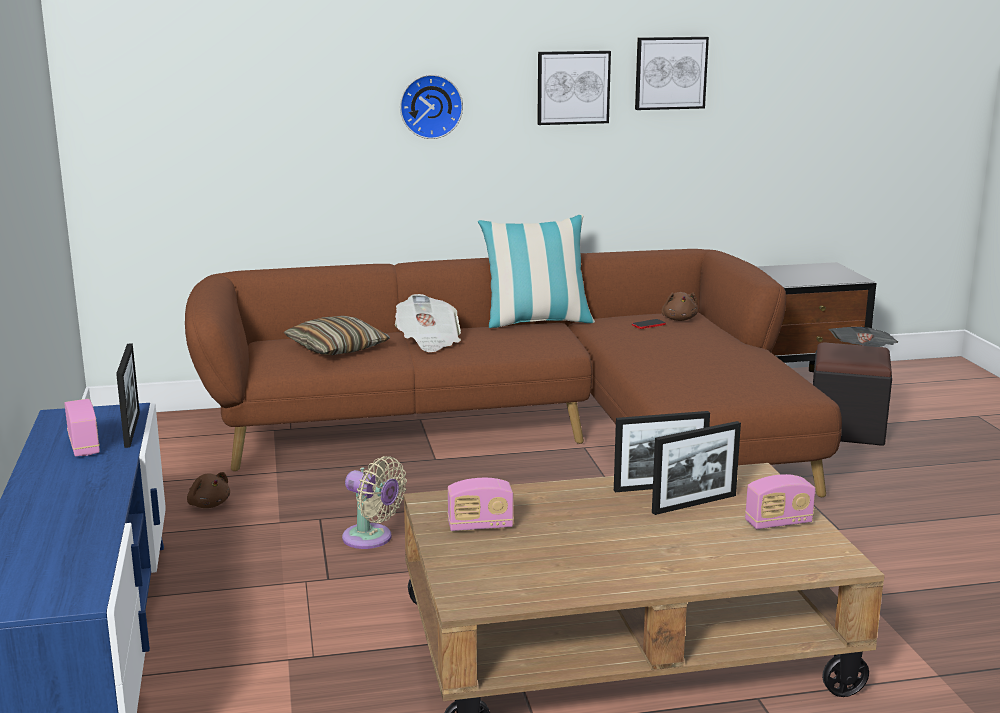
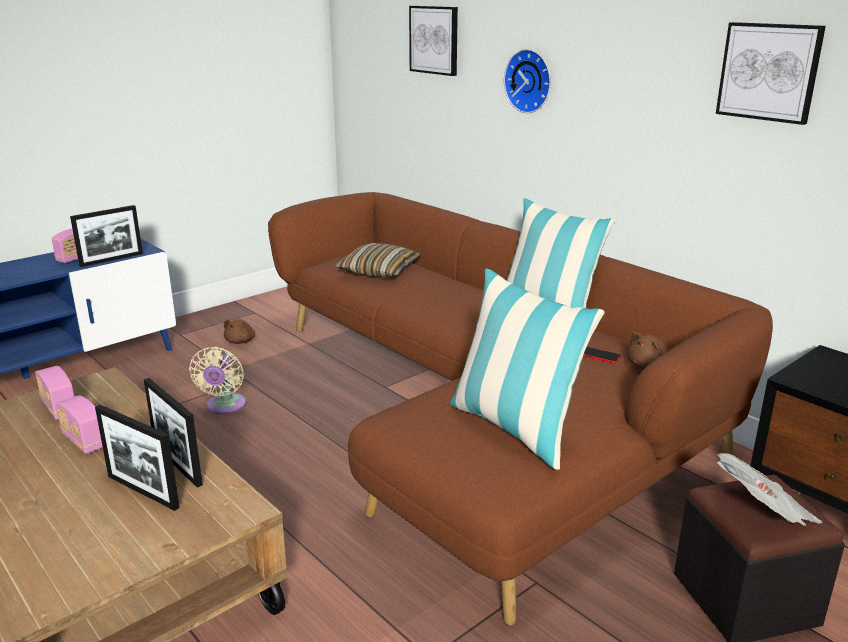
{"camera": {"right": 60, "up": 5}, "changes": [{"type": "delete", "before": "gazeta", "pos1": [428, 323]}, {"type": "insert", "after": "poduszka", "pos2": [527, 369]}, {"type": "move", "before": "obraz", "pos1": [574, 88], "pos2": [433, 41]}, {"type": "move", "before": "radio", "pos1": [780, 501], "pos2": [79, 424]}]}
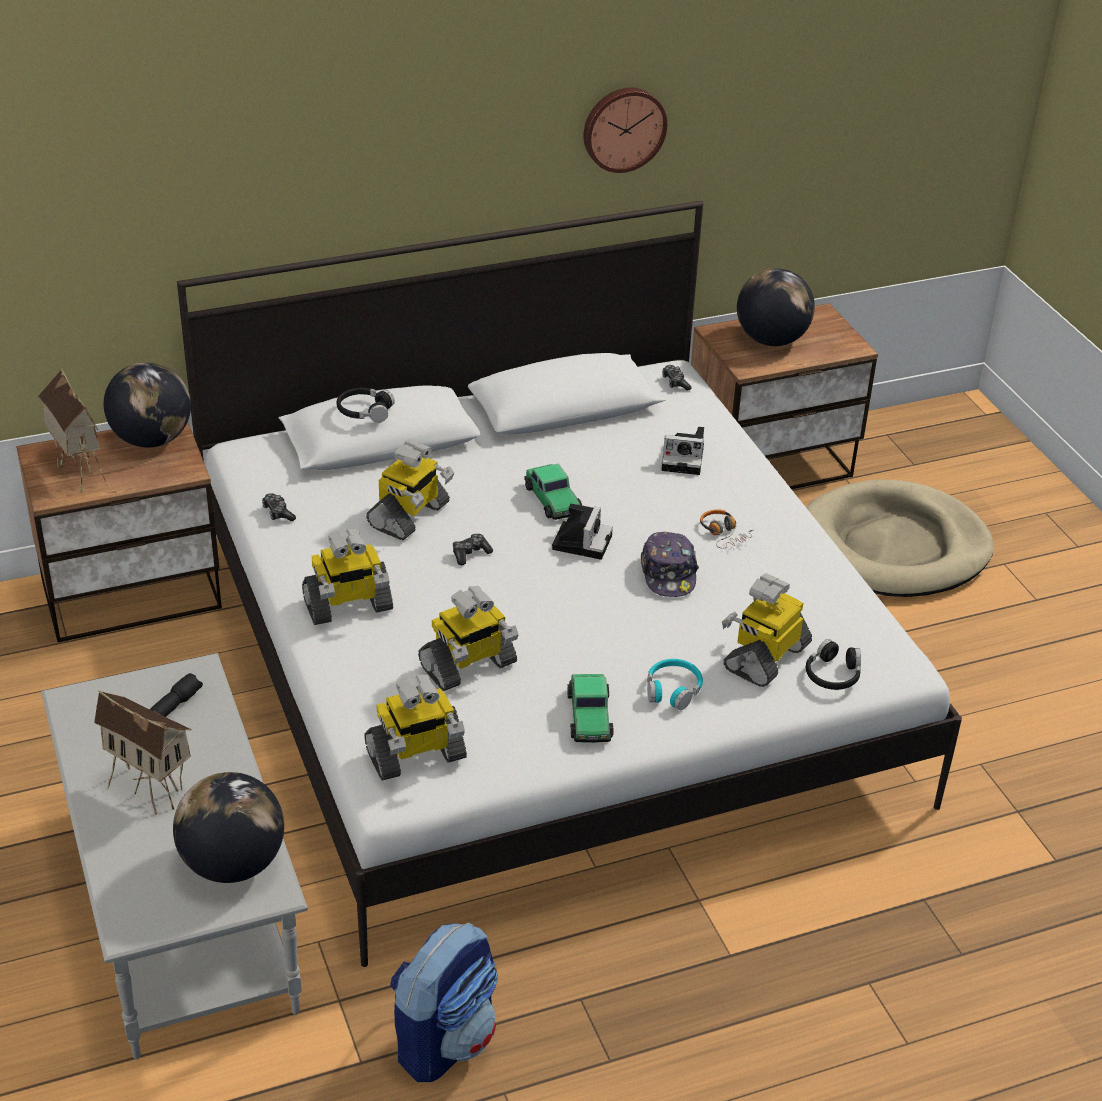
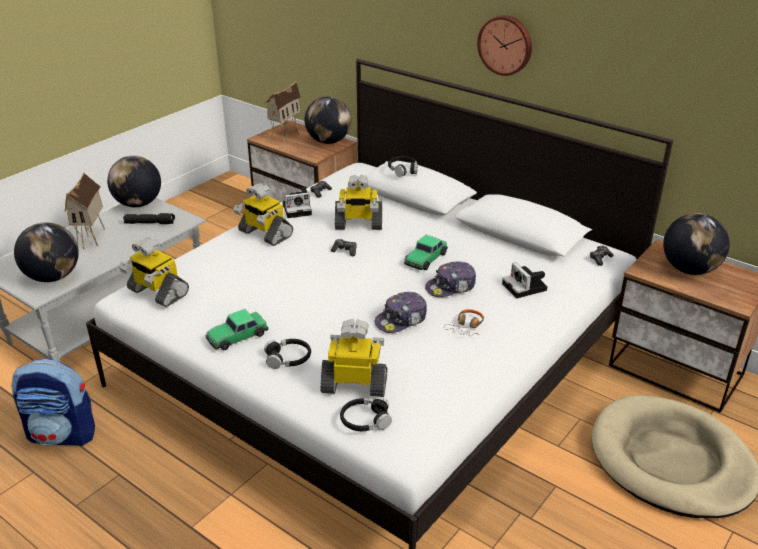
{"camera": {"right": 60, "up": -5}, "changes": [{"type": "delete", "before": "robot zabawkowy", "pos1": [468, 638]}, {"type": "insert", "after": "globus", "pos2": [134, 181]}, {"type": "insert", "after": "czapka z daszkiem", "pos2": [450, 279]}, {"type": "move", "before": "aparat fotograficzny", "pos1": [582, 532], "pos2": [297, 202]}, {"type": "move", "before": "zegar ścienny", "pos1": [625, 130], "pos2": [504, 45]}, {"type": "recolor", "before": "słuchawki [turkusowy]", "after": "słuchawki [czarny]", "pos1": [675, 684], "pos2": [287, 354]}]}
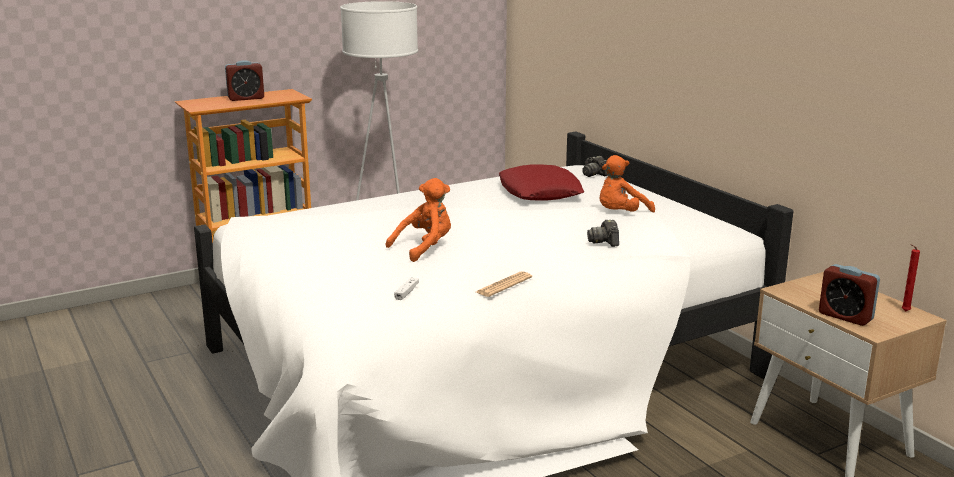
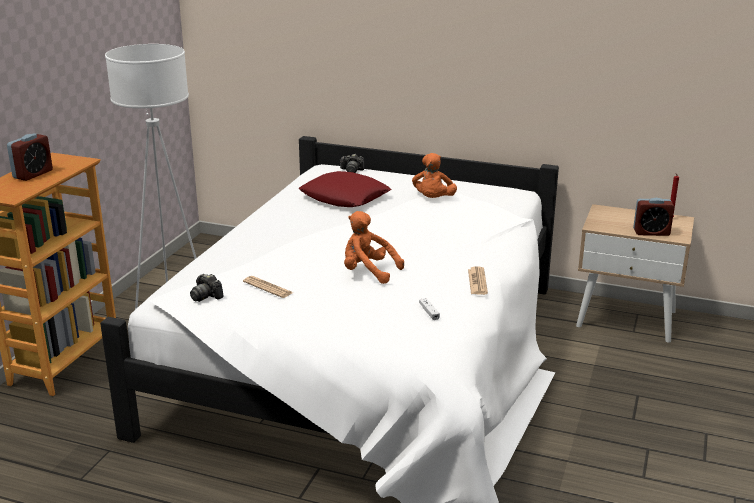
{"camera": {"right": -40, "up": 5}, "changes": [{"type": "insert", "after": "gazeta", "pos2": [268, 287]}, {"type": "move", "before": "aparat fotograficzny", "pos1": [603, 233], "pos2": [207, 288]}, {"type": "rotate", "before": "pluszak [pomarańczowy]", "pos1": [418, 220], "pos2": [374, 247], "turn": -75}]}
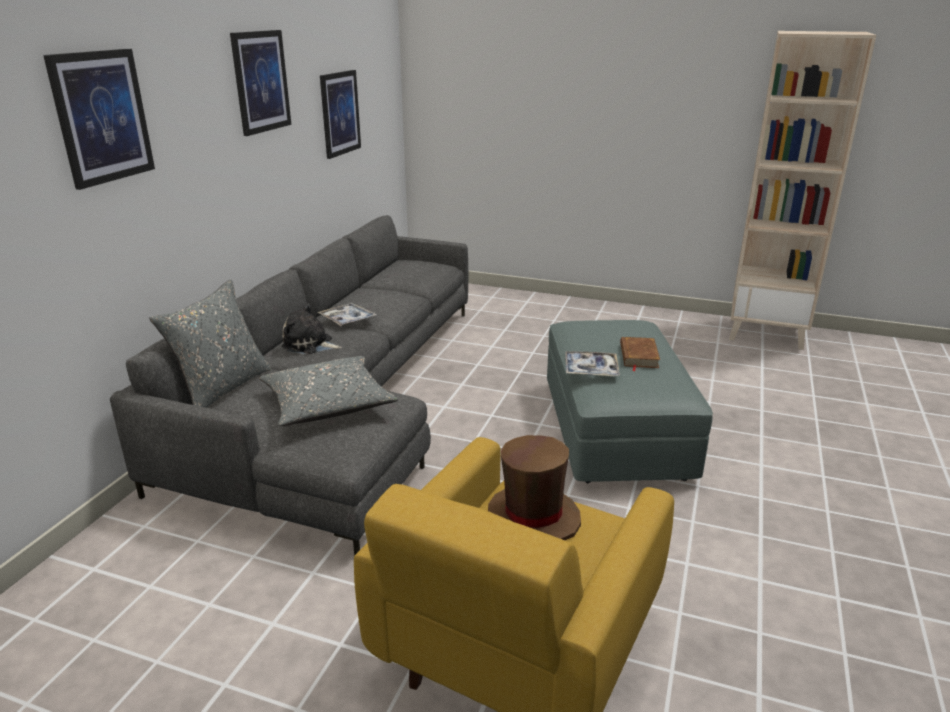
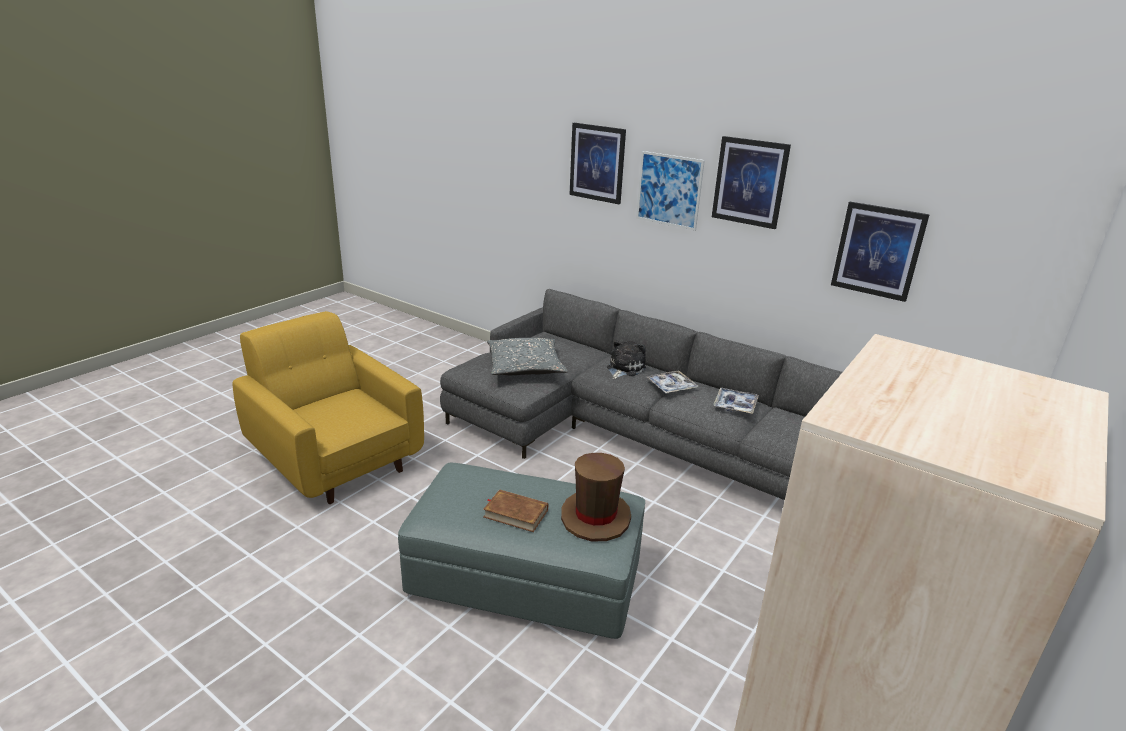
{"camera": {"right": 105, "up": 0}, "changes": [{"type": "delete", "before": "poduszka [szary]", "pos1": [210, 343]}, {"type": "insert", "after": "obraz", "pos2": [670, 191]}, {"type": "move", "before": "kapelusz [brązowy]", "pos1": [534, 487], "pos2": [596, 497]}, {"type": "move", "before": "taca", "pos1": [592, 363], "pos2": [736, 401]}]}
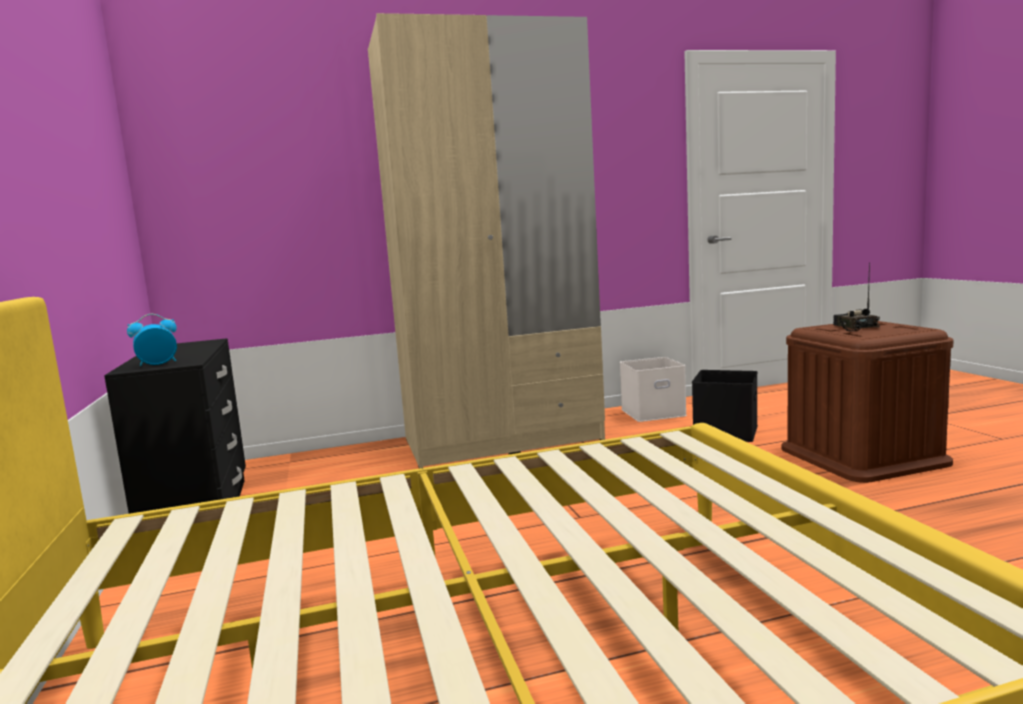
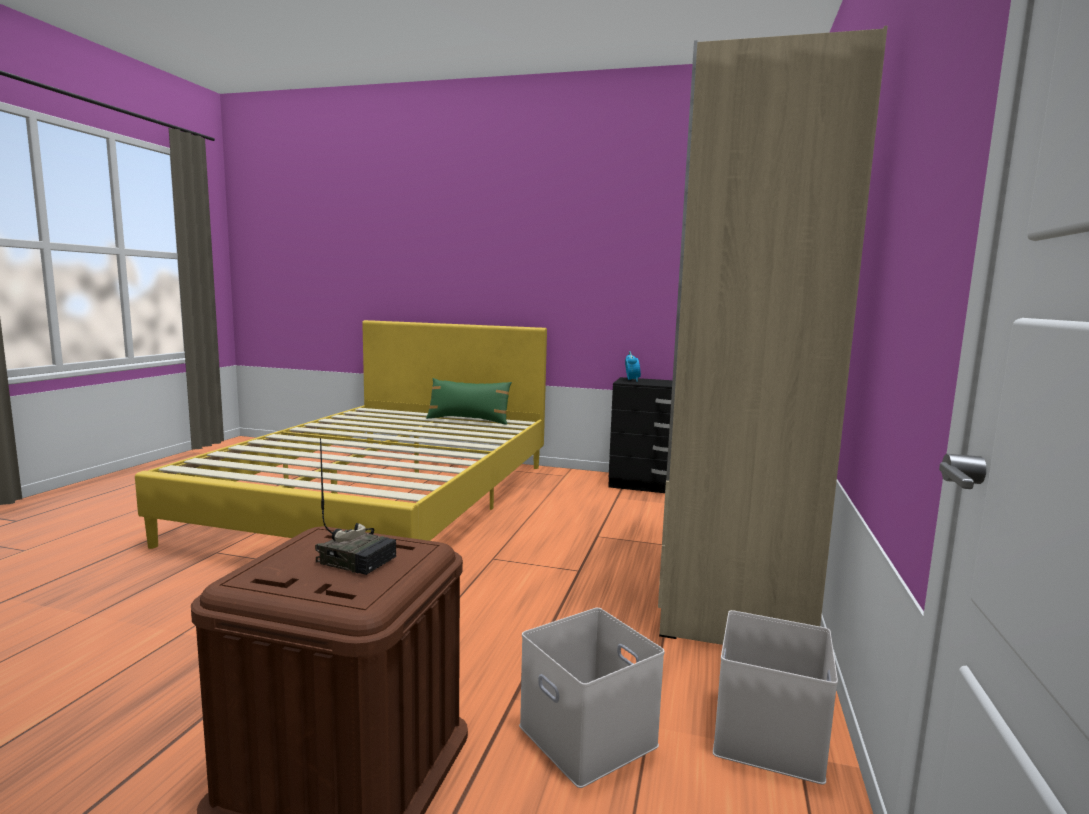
{"camera": {"right": 120, "up": 0}, "changes": [{"type": "insert", "after": "poduszka [zielony]", "pos2": [469, 401]}, {"type": "recolor", "before": "pojemnik do przechowywania [czarny]", "after": "pojemnik do przechowywania [biały]", "pos1": [725, 406], "pos2": [592, 698]}]}
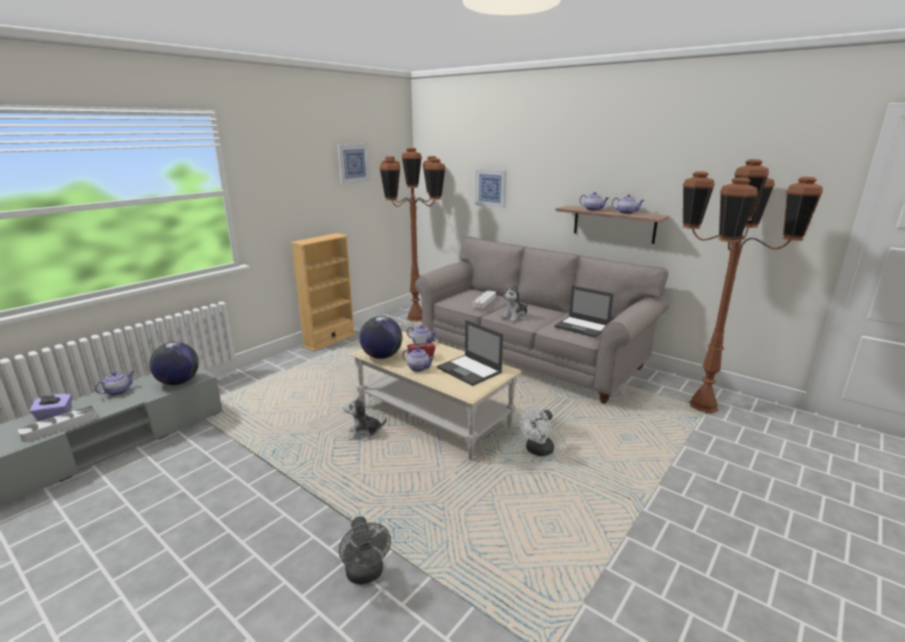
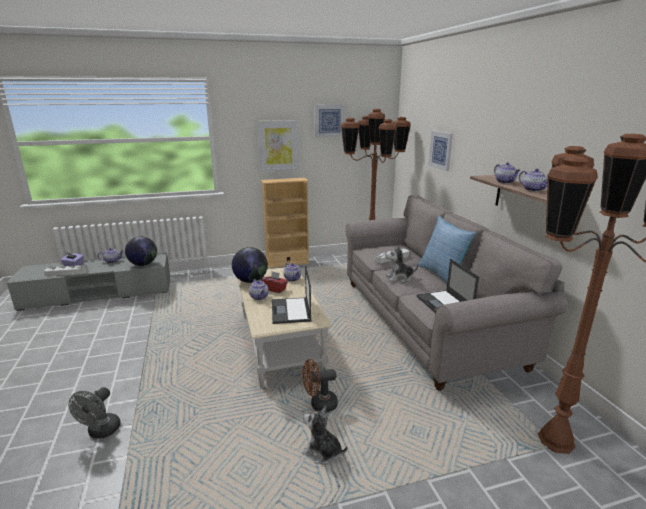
{"camera": {"right": 35, "up": 0}, "changes": [{"type": "insert", "after": "obraz", "pos2": [278, 146]}, {"type": "insert", "after": "poduszka", "pos2": [447, 249]}, {"type": "move", "before": "pluszak", "pos1": [365, 418], "pos2": [325, 435]}, {"type": "recolor", "before": "wentylator [biały]", "after": "wentylator [brązowy]", "pos1": [536, 431], "pos2": [320, 385]}]}
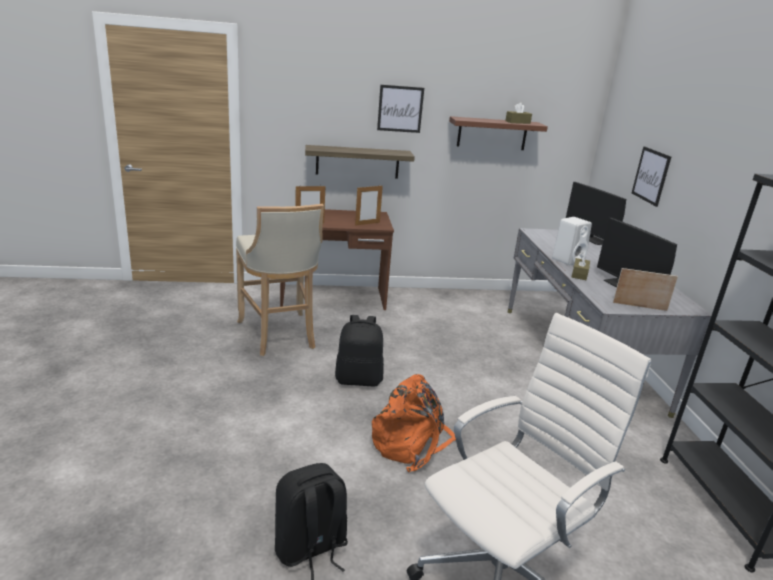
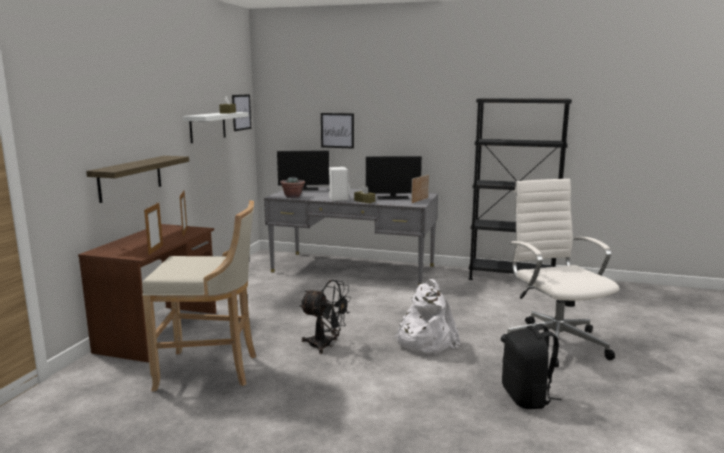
{"camera": {"right": -65, "up": -10}, "changes": [{"type": "insert", "after": "roślina doniczkowa", "pos2": [292, 187]}, {"type": "move", "before": "obraz", "pos1": [400, 109], "pos2": [241, 112]}, {"type": "replace", "before": "plecak [czarny]", "after": "wentylator [czarny]", "pos1": [359, 351], "pos2": [325, 317]}, {"type": "recolor", "before": "plecak [pomarańczowy]", "after": "plecak [biały]", "pos1": [414, 423], "pos2": [427, 317]}, {"type": "recolor", "before": "półka [brązowy]", "after": "półka [biały]", "pos1": [498, 133], "pos2": [216, 127]}]}
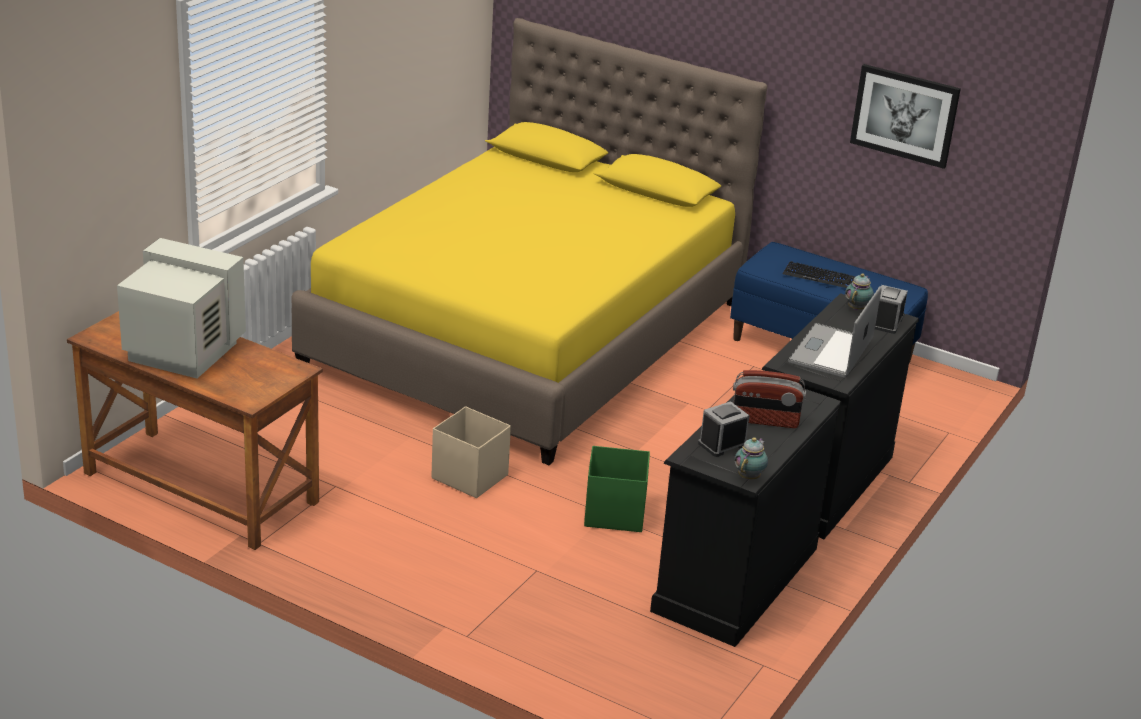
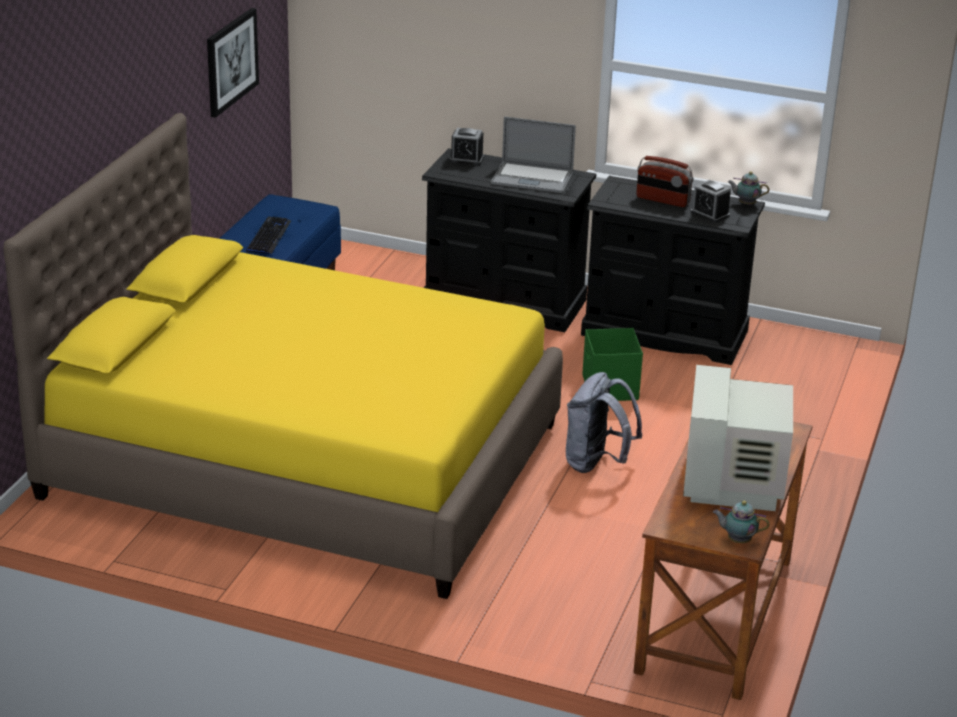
{"camera": {"right": -100, "up": 0}, "changes": [{"type": "move", "before": "imbryk", "pos1": [859, 291], "pos2": [741, 522]}, {"type": "replace", "before": "pojemnik do przechowywania [beżowy]", "after": "plecak [szary]", "pos1": [471, 452], "pos2": [604, 422]}, {"type": "rotate", "before": "radio", "pos1": [769, 399], "pos2": [665, 181], "turn": 120}]}
